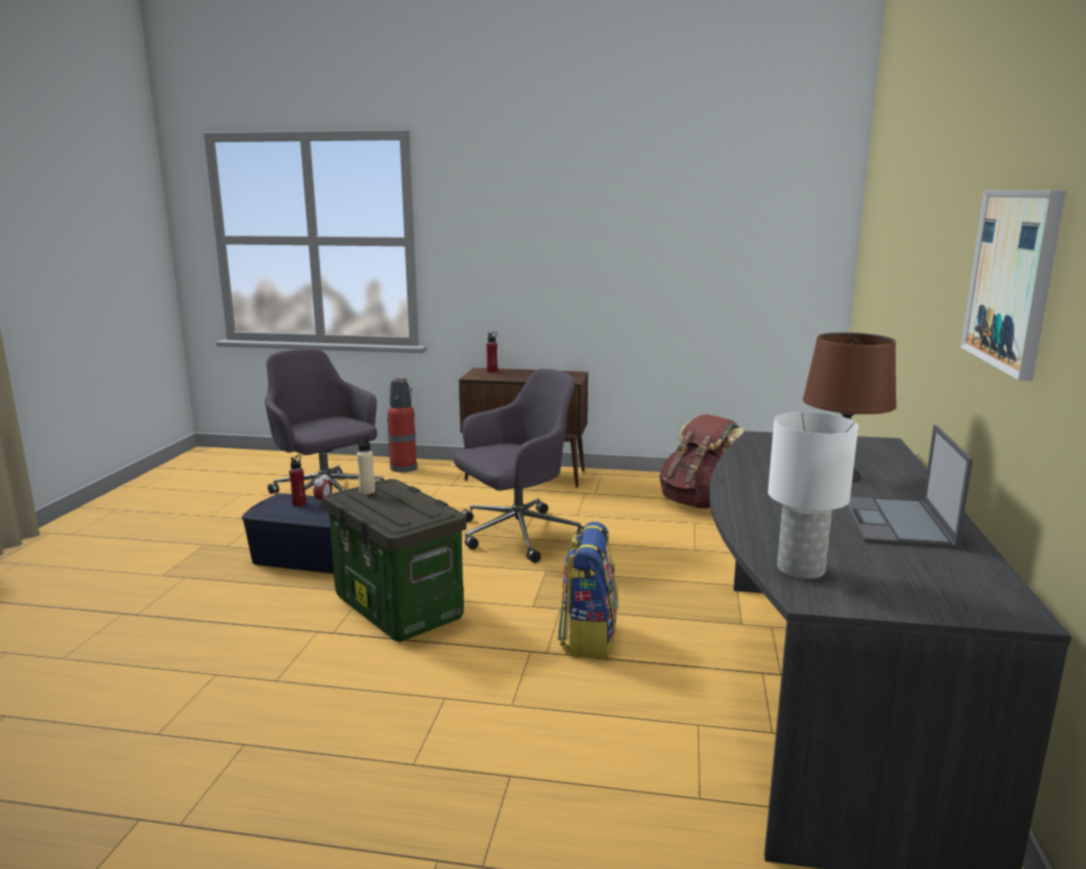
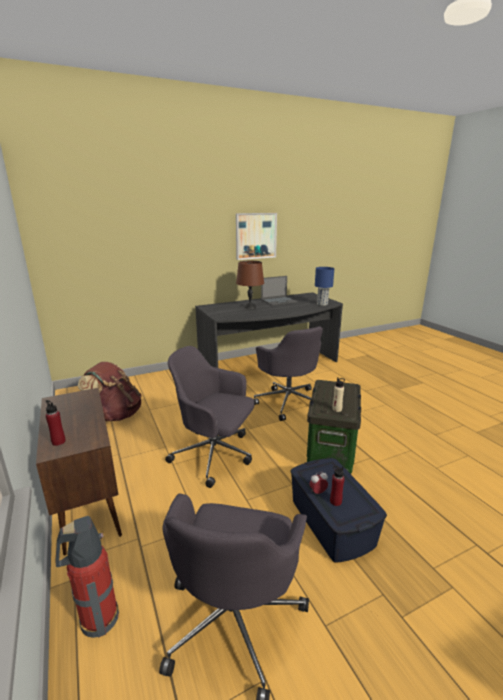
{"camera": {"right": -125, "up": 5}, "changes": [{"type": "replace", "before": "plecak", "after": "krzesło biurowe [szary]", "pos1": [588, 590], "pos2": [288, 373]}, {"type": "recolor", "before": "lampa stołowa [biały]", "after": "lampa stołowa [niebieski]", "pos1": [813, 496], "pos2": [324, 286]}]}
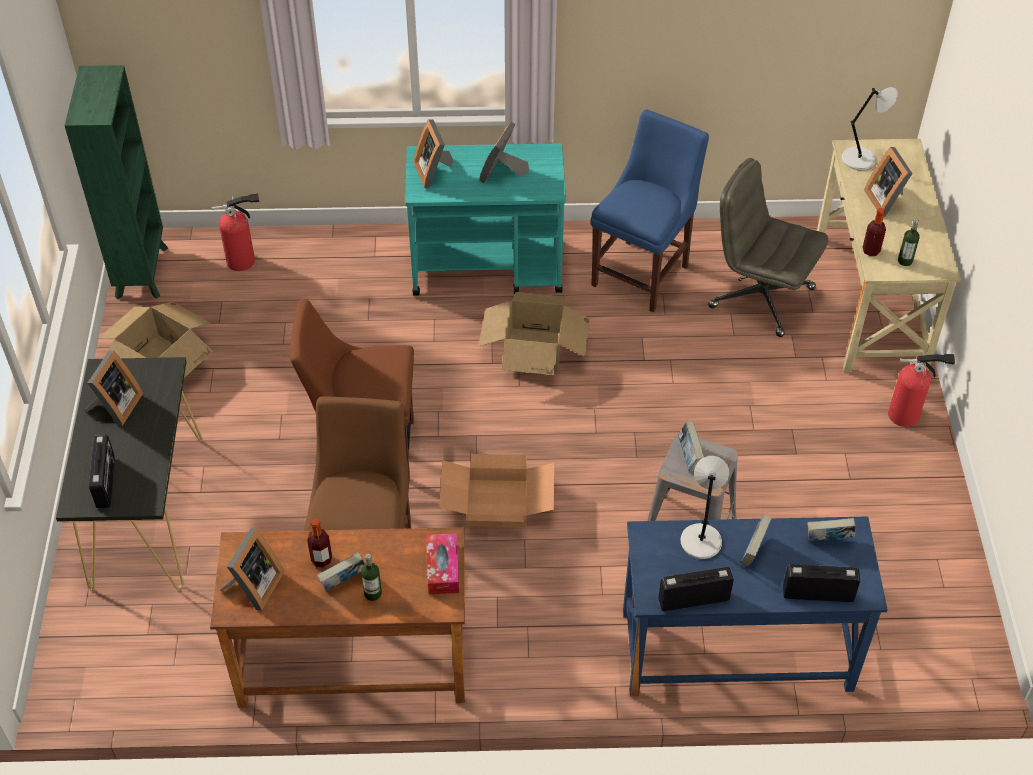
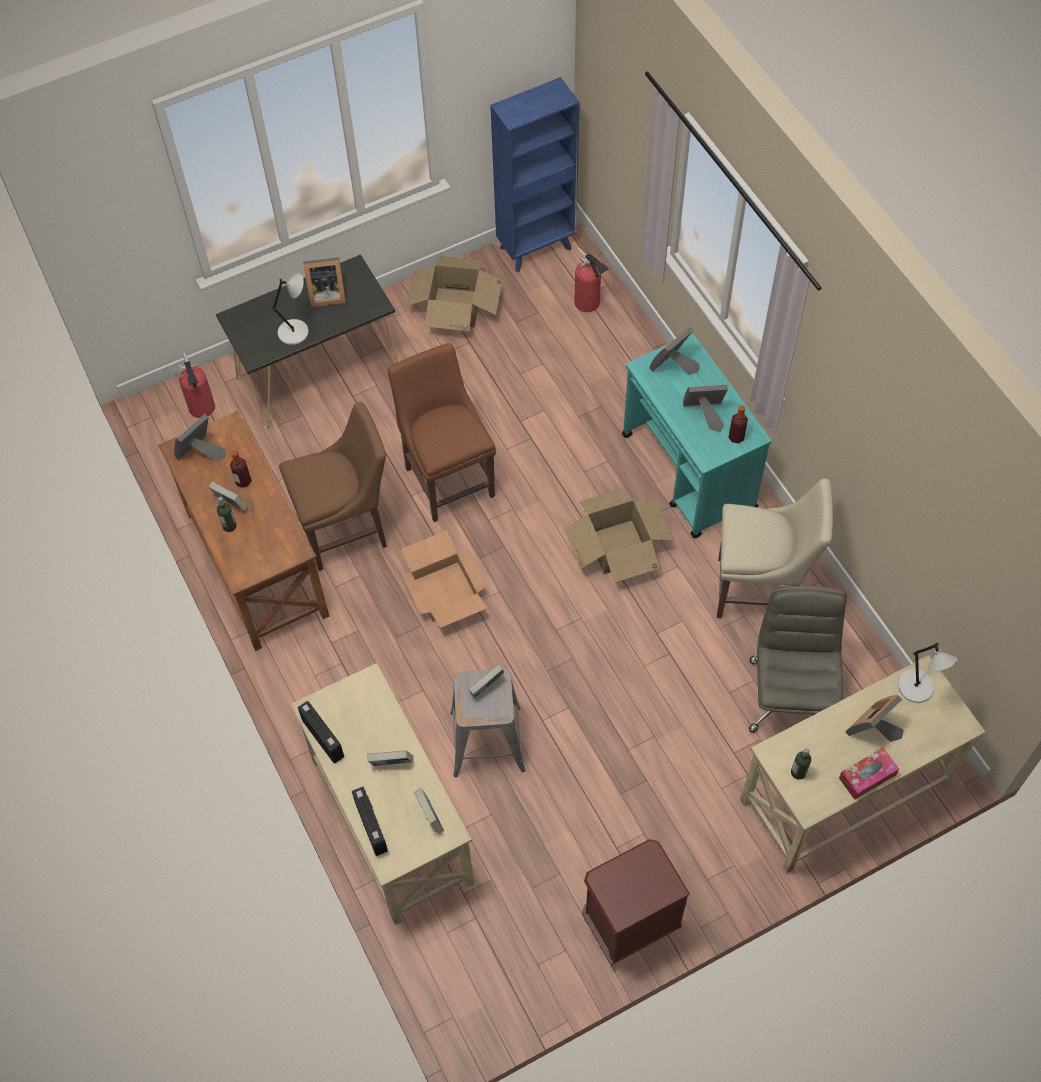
{"camera": {"right": 65, "up": 10}, "changes": [{"type": "delete", "before": "radio", "pos1": [102, 471]}, {"type": "insert", "after": "szafka nocna [brązowy]", "pos2": [636, 902]}, {"type": "move", "before": "pudełko chusteczek", "pos1": [442, 563], "pos2": [869, 774]}, {"type": "move", "before": "lampa stołowa [szary]", "pos1": [704, 507], "pos2": [290, 309]}, {"type": "move", "before": "butelka", "pos1": [874, 232], "pos2": [738, 424]}, {"type": "move", "before": "gaśnica", "pos1": [921, 389], "pos2": [195, 385]}, {"type": "recolor", "before": "regał [zielony]", "after": "regał [niebieski]", "pos1": [116, 182], "pos2": [535, 174]}, {"type": "recolor", "before": "krzesło [niebieski]", "after": "krzesło [beżowy]", "pos1": [650, 211], "pos2": [775, 548]}, {"type": "recolor", "before": "biurko [niebieski]", "after": "biurko [beżowy]", "pos1": [755, 606], "pos2": [382, 794]}, {"type": "rotate", "before": "ramka na zdjęcie", "pos1": [252, 569], "pos2": [200, 438], "turn": 135}]}
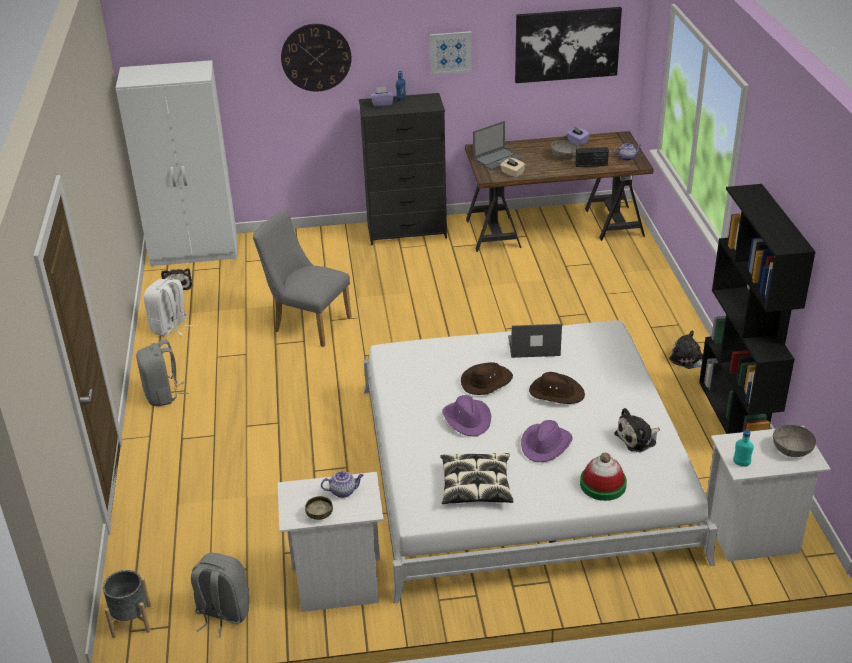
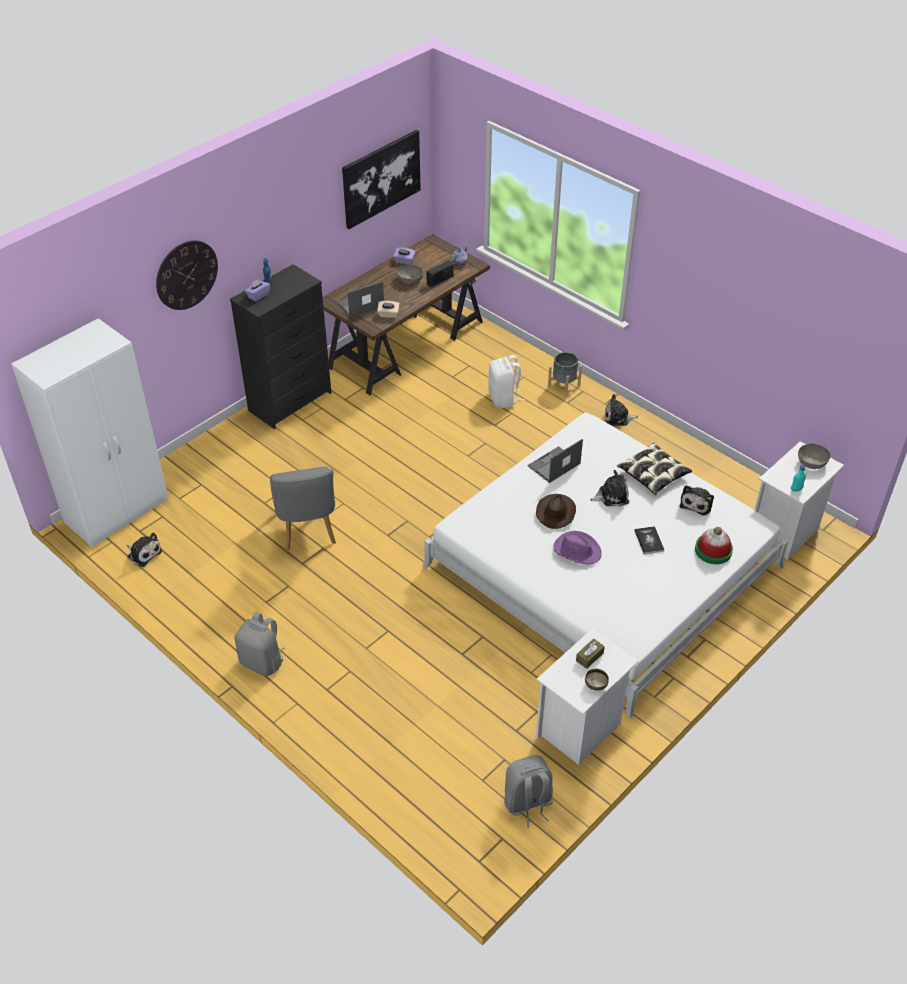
{"camera": {"right": -40, "up": 10}, "changes": [{"type": "delete", "before": "obraz", "pos1": [451, 53]}, {"type": "delete", "before": "regał [czarny]", "pos1": [757, 309]}, {"type": "move", "before": "donica [szary]", "pos1": [127, 604], "pos2": [565, 374]}, {"type": "move", "before": "plecak [biały]", "pos1": [169, 307], "pos2": [506, 381]}, {"type": "move", "before": "poduszka", "pos1": [477, 478], "pos2": [654, 469]}, {"type": "replace", "before": "imbryk", "after": "pudełko chusteczek [brązowy]", "pos1": [342, 484], "pos2": [590, 654]}, {"type": "replace", "before": "kapelusz [fioletowy]", "after": "książka", "pos1": [547, 441], "pos2": [649, 540]}, {"type": "replace", "before": "kapelusz [brązowy]", "after": "pluszak", "pos1": [557, 388], "pos2": [609, 488]}, {"type": "rotate", "before": "krzesło [szary]", "pos1": [302, 278], "pos2": [303, 509], "turn": -90}, {"type": "rotate", "before": "laptop", "pos1": [498, 145], "pos2": [360, 299], "turn": -135}]}
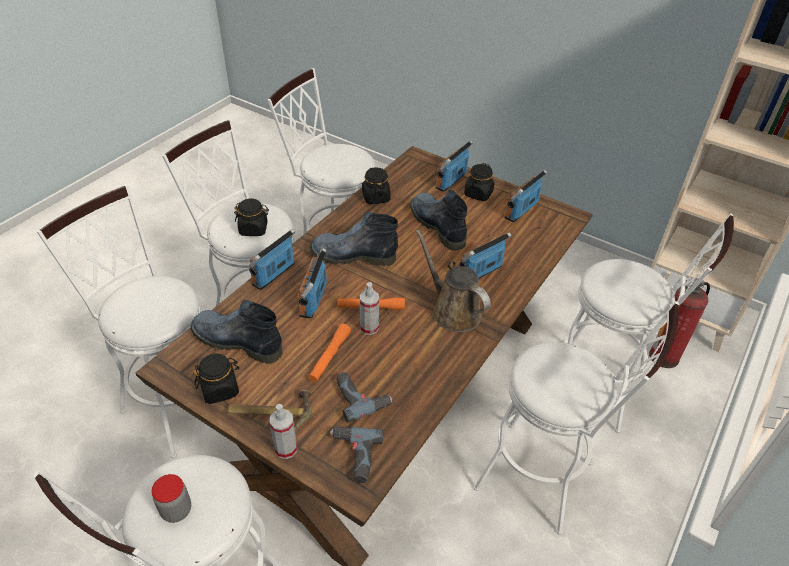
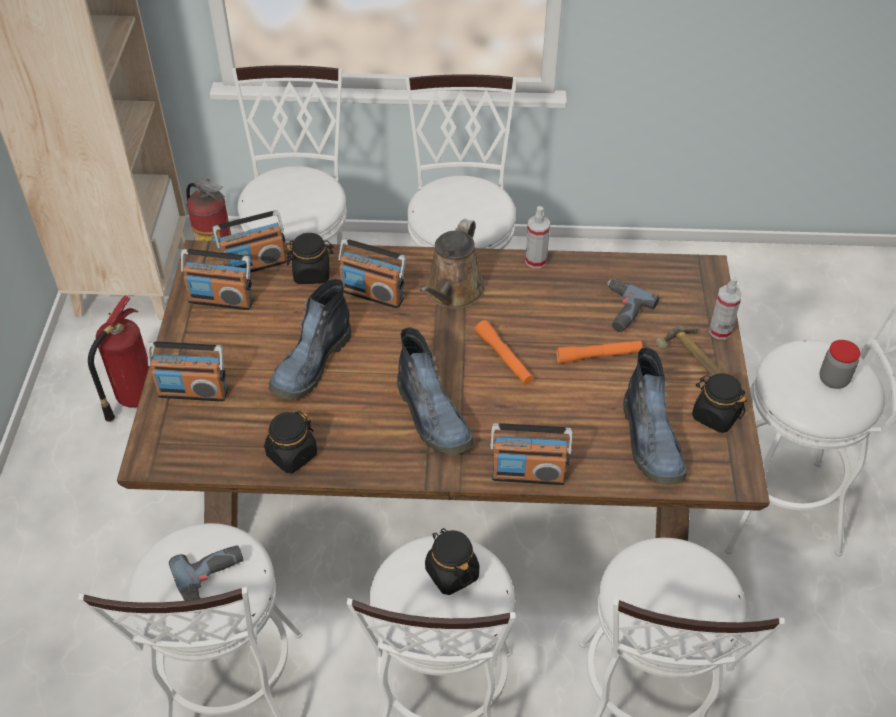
{"camera": {"right": -120, "up": 5}, "changes": [{"type": "insert", "after": "gaśnica", "pos2": [118, 358]}, {"type": "move", "before": "radio", "pos1": [312, 283], "pos2": [249, 241]}, {"type": "move", "before": "wiertarka", "pos1": [357, 455], "pos2": [206, 579]}, {"type": "move", "before": "spryskiwacz", "pos1": [369, 308], "pos2": [537, 237]}, {"type": "move", "before": "słoik [czarny]", "pos1": [479, 182], "pos2": [310, 258]}]}
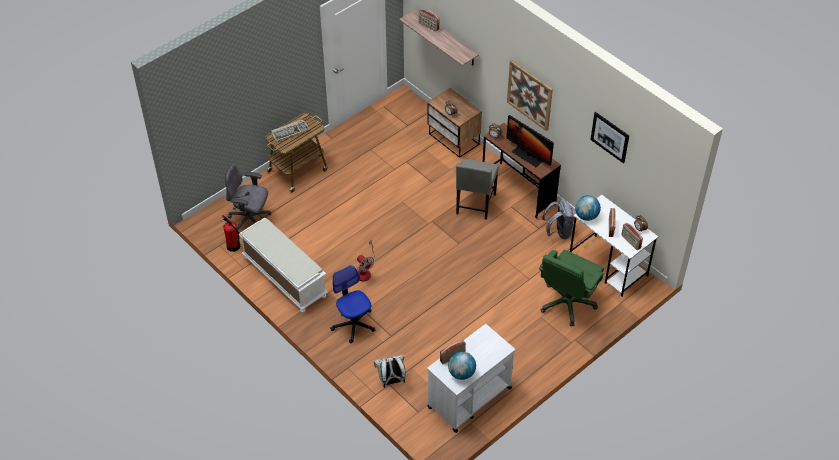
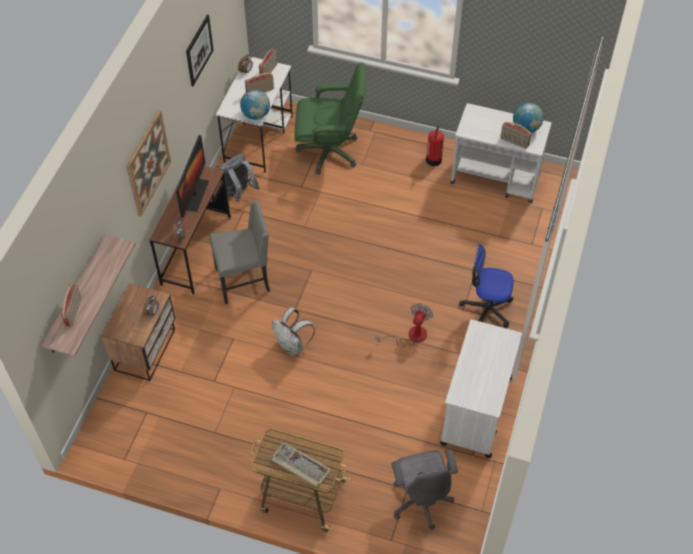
{"camera": {"right": -120, "up": 5}, "changes": [{"type": "move", "before": "gaśnica", "pos1": [231, 233], "pos2": [435, 146]}, {"type": "move", "before": "plecak [biały]", "pos1": [390, 371], "pos2": [293, 332]}, {"type": "replace", "before": "ławka [biały]", "after": "wózek [biały]", "pos1": [283, 265], "pos2": [481, 388]}, {"type": "rotate", "before": "krzesło biurowe", "pos1": [352, 304], "pos2": [486, 286], "turn": 75}]}
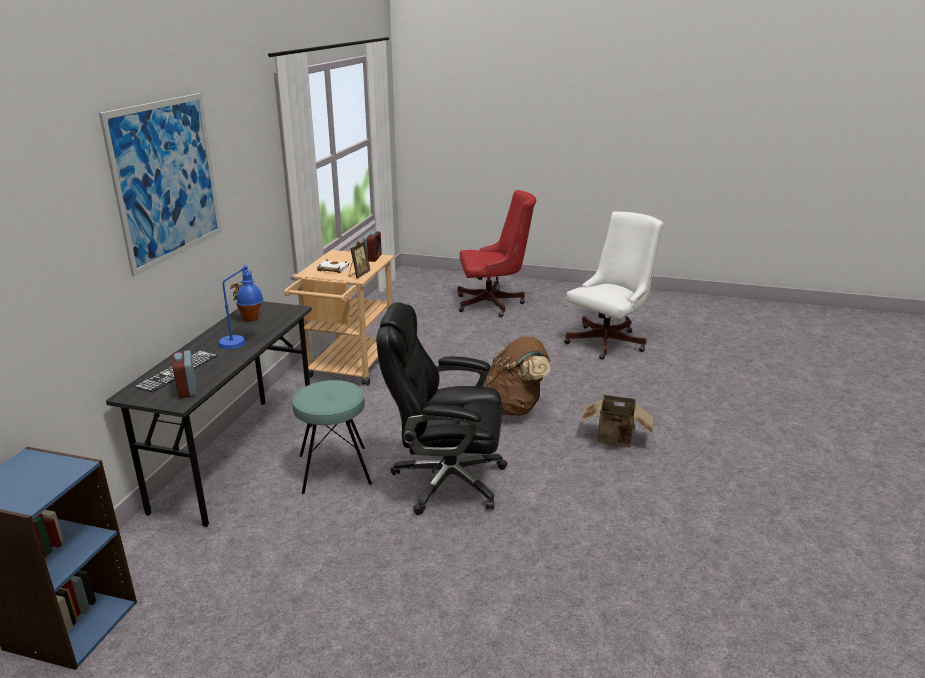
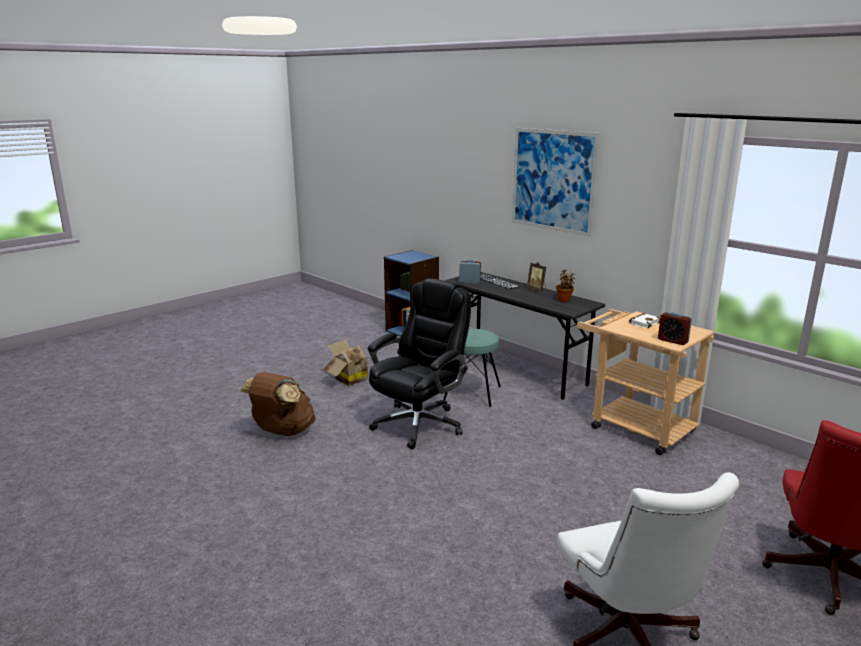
{"camera": {"right": 120, "up": -5}, "changes": [{"type": "delete", "before": "lampa stołowa [niebieski]", "pos1": [241, 307]}, {"type": "move", "before": "ramka na zdjęcie", "pos1": [359, 259], "pos2": [537, 277]}, {"type": "move", "before": "plecak [brązowy]", "pos1": [516, 376], "pos2": [277, 404]}, {"type": "move", "before": "karton", "pos1": [617, 421], "pos2": [346, 363]}]}
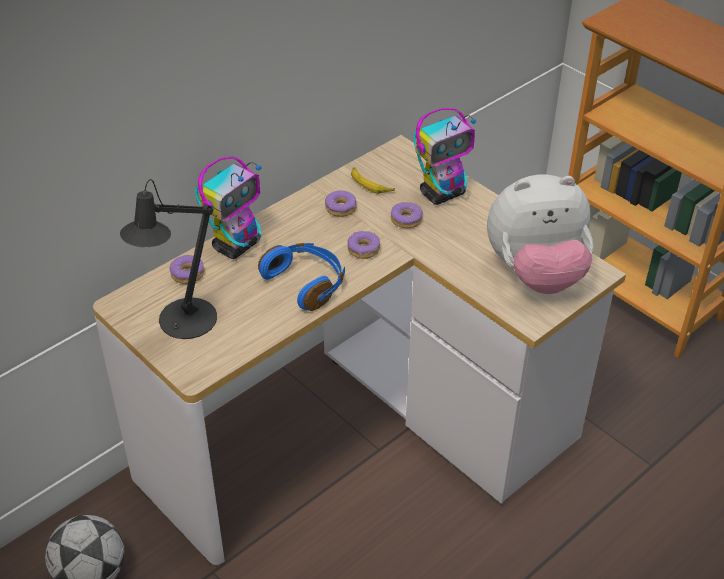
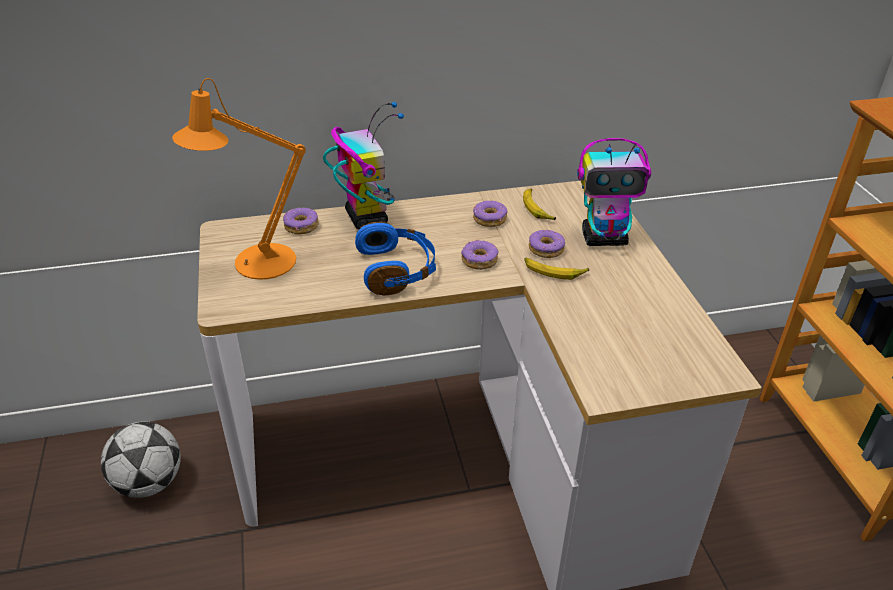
{"camera": {"right": 30, "up": -5}, "changes": [{"type": "delete", "before": "pluszak", "pos1": [540, 234]}, {"type": "insert", "after": "banan", "pos2": [556, 269]}, {"type": "recolor", "before": "lampa stołowa [czarny]", "after": "lampa stołowa [pomarańczowy]", "pos1": [168, 259], "pos2": [239, 179]}, {"type": "rotate", "before": "robot zabawkowy", "pos1": [228, 208], "pos2": [363, 165], "turn": -90}]}
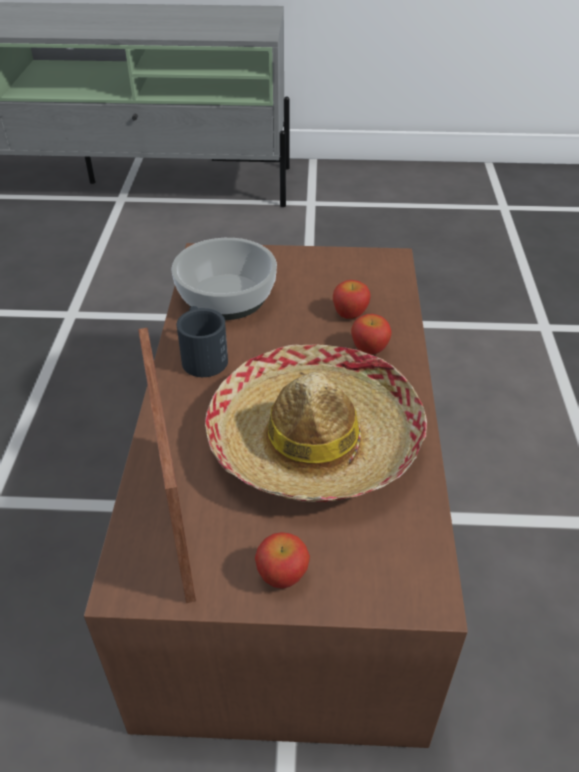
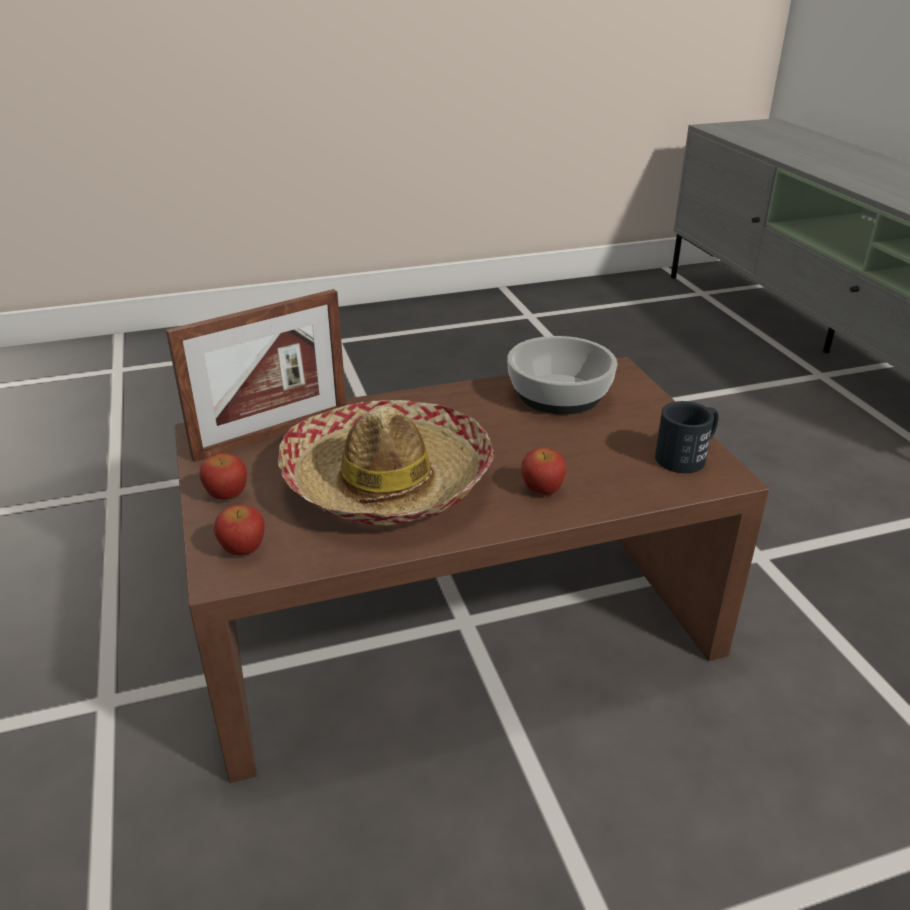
{"camera": {"right": 70, "up": -10}, "changes": [{"type": "move", "before": "kubek [czarny]", "pos1": [202, 341], "pos2": [686, 437]}, {"type": "move", "before": "jabłko", "pos1": [352, 299], "pos2": [239, 530]}]}
